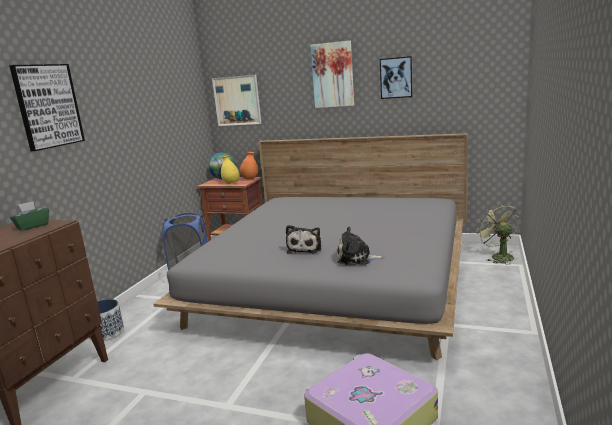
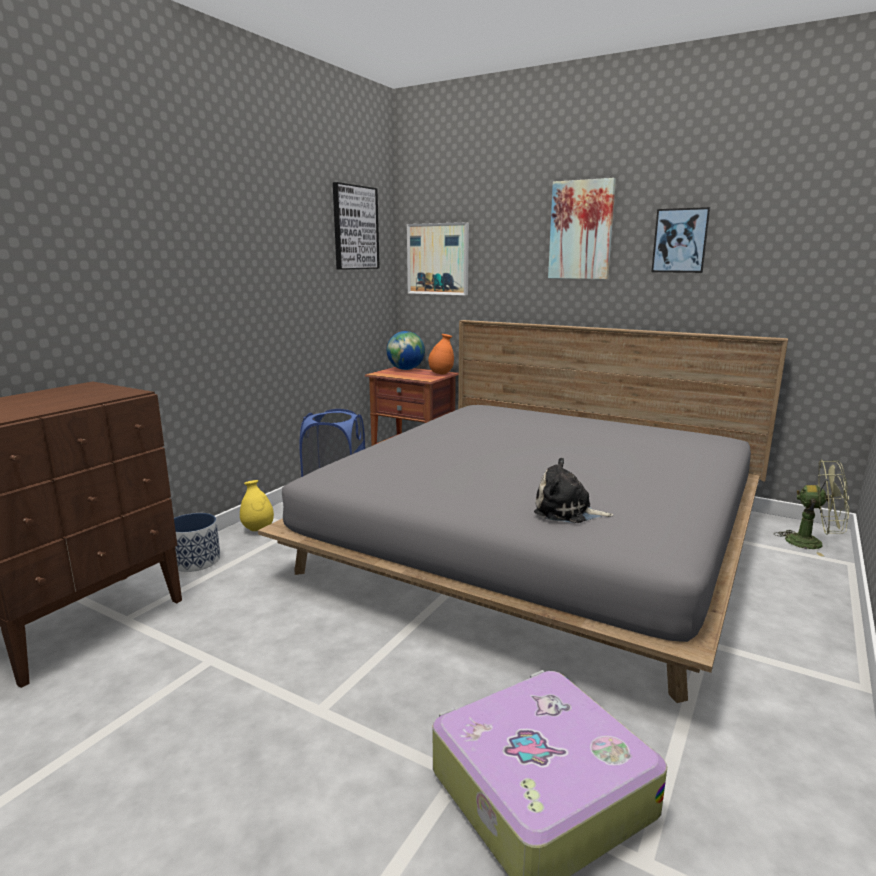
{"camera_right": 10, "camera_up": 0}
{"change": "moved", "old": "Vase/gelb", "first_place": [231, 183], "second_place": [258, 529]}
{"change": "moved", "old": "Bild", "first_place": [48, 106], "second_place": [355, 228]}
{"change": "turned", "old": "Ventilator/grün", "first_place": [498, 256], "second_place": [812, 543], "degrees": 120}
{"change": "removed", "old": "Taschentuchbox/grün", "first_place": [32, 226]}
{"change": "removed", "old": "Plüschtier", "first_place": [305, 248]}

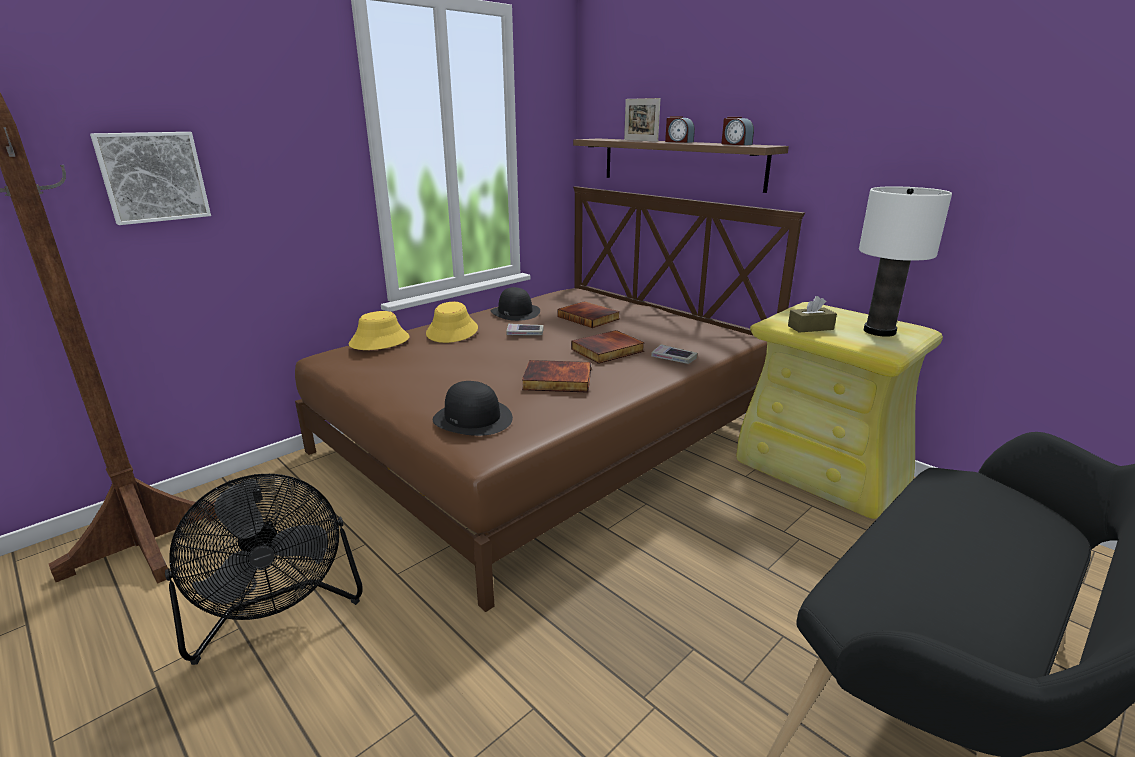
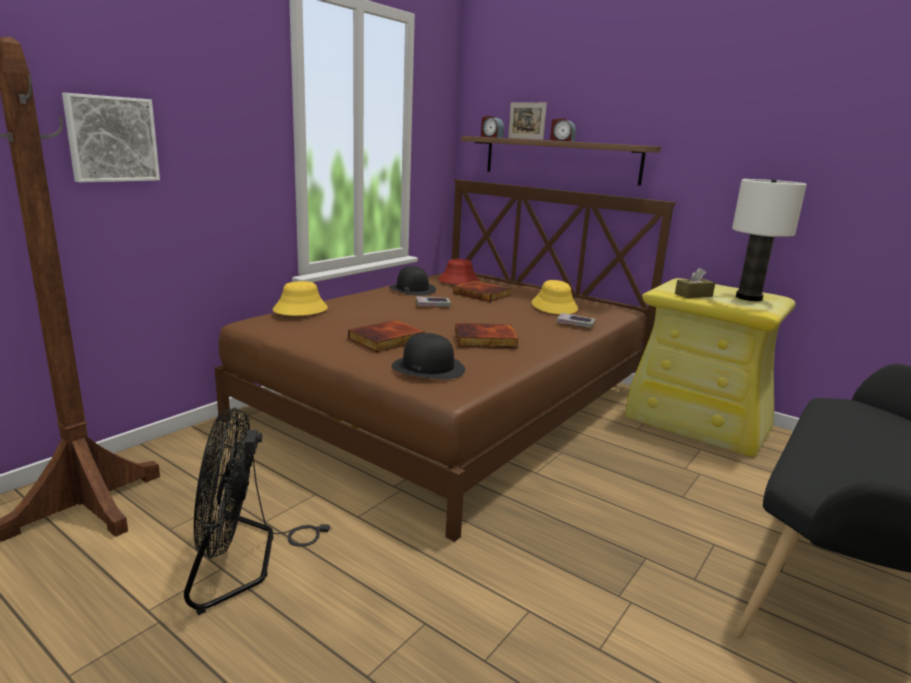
{"camera_right": -10, "camera_up": -5}
{"change": "turned", "old": "Ventilator/schwarz", "first_place": [270, 613], "second_place": [247, 554], "degrees": 120}
{"change": "moved", "old": "Buch", "first_place": [608, 351], "second_place": [387, 340]}
{"change": "added", "new": "Hut/rot", "second_place": [458, 280]}
{"change": "moved", "old": "Wecker", "first_place": [735, 144], "second_place": [491, 137]}
{"change": "moved", "old": "Hut/gelb", "first_place": [452, 331], "second_place": [554, 306]}

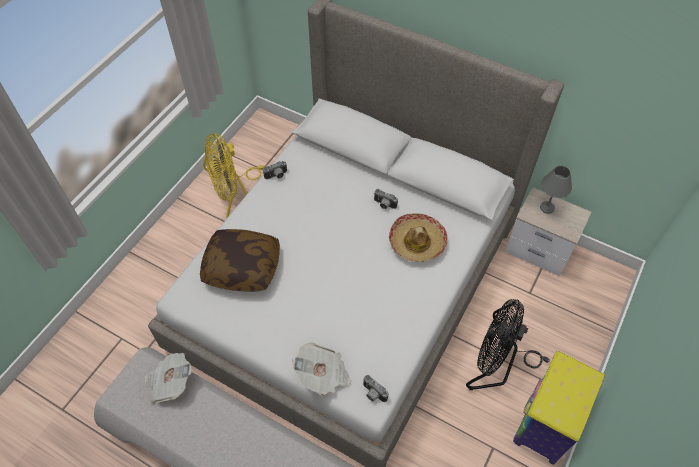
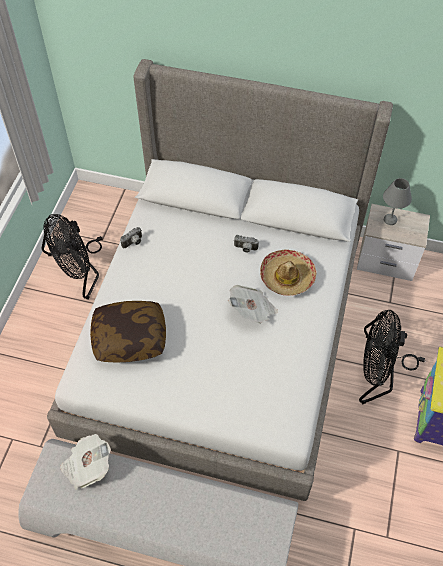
{"camera_right": -15, "camera_up": 0}
{"change": "recoloured", "old": "Ventilator/gelb", "new": "Ventilator/schwarz", "first_place": [233, 190], "second_place": [78, 267]}
{"change": "moved", "old": "Zeitung", "first_place": [323, 375], "second_place": [252, 311]}
{"change": "removed", "old": "Kamera", "first_place": [373, 394]}

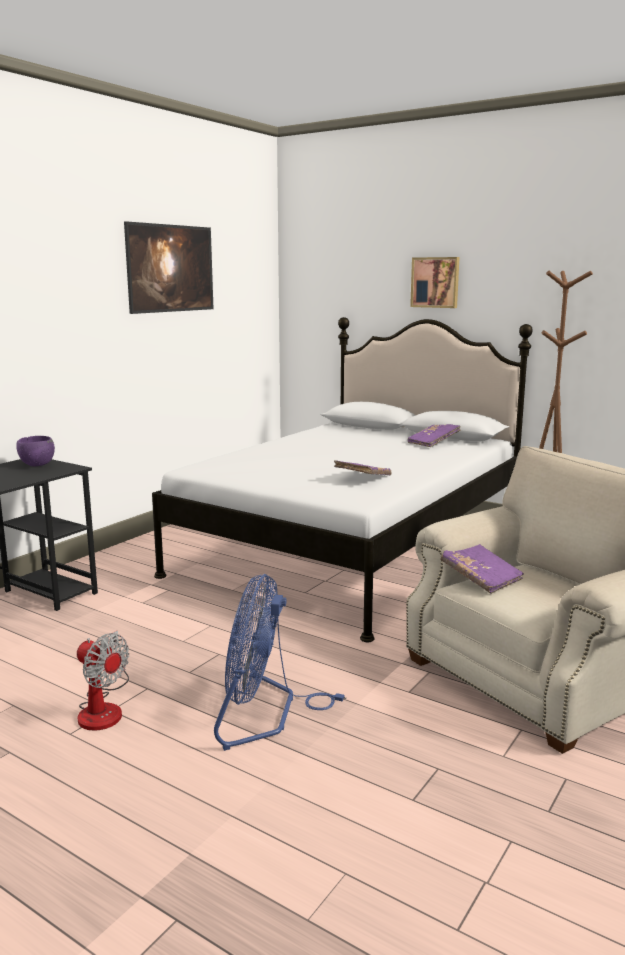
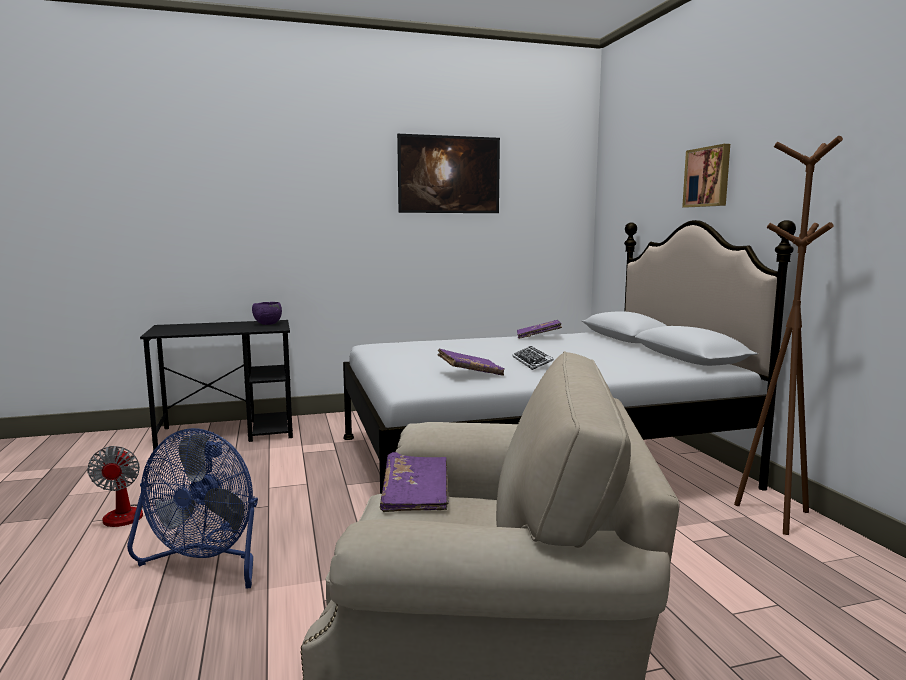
{"camera_right": 40, "camera_up": -5}
{"change": "turned", "old": "Ventilator/blau", "first_place": [268, 709], "second_place": [207, 561], "degrees": -120}
{"change": "added", "new": "Tastatur", "second_place": [532, 362]}
{"change": "moved", "old": "Buch/lila", "first_place": [433, 443], "second_place": [538, 337]}

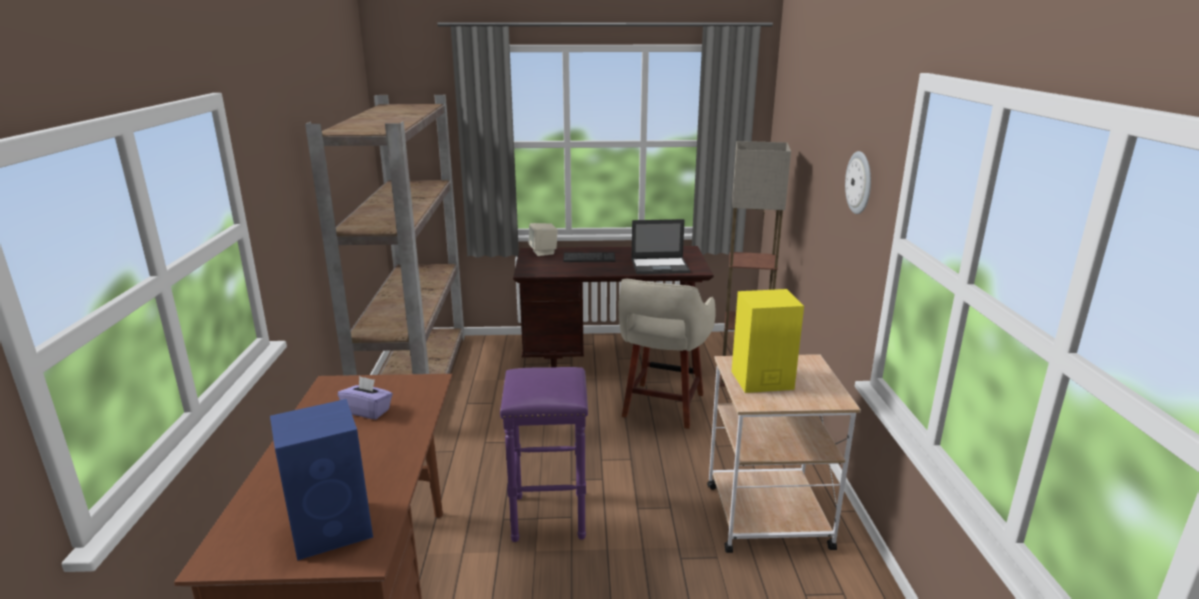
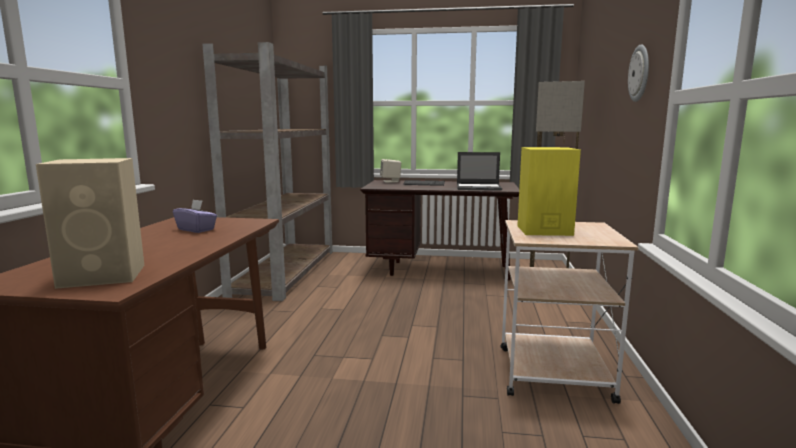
{"camera_right": 10, "camera_up": -10}
{"change": "recoloured", "old": "Lautsprecher/blau", "new": "Lautsprecher/beige", "first_place": [333, 528], "second_place": [105, 276]}
{"change": "removed", "old": "Hocker/lila", "first_place": [550, 517]}
{"change": "removed", "old": "Hocker/beige", "first_place": [662, 407]}

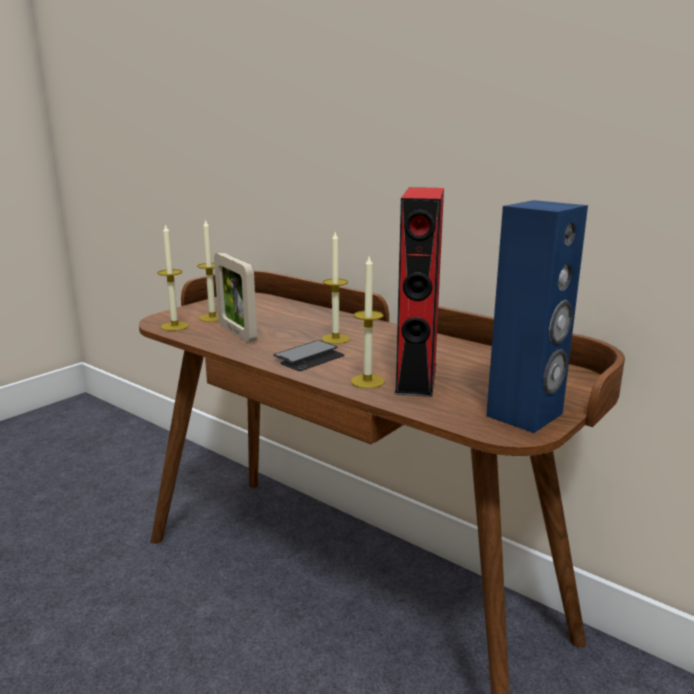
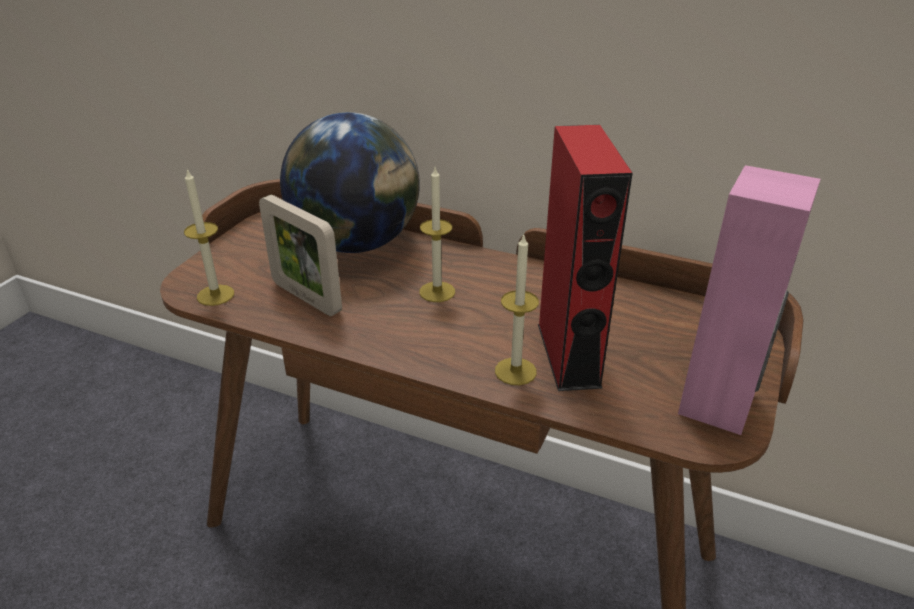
{"camera_right": -15, "camera_up": 15}
{"change": "added", "new": "Globus", "second_place": [356, 244]}
{"change": "recoloured", "old": "Lautsprecher/blau", "new": "Lautsprecher/rosa", "first_place": [525, 415], "second_place": [718, 404]}
{"change": "removed", "old": "Kerze", "first_place": [212, 317]}
{"change": "removed", "old": "Handy", "first_place": [309, 358]}

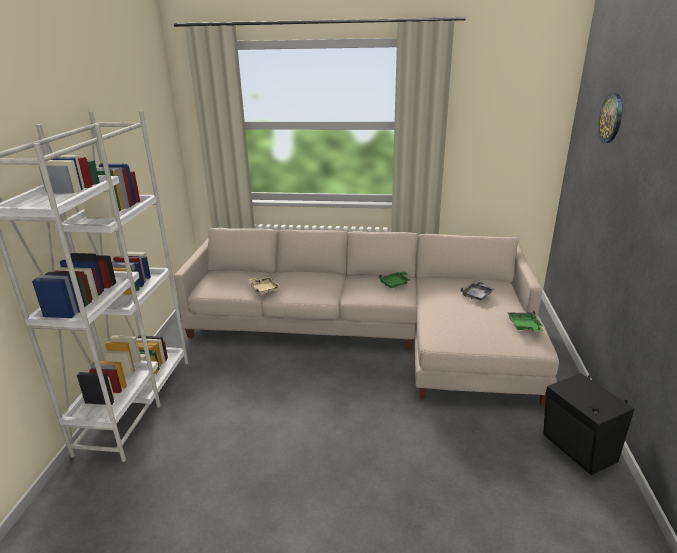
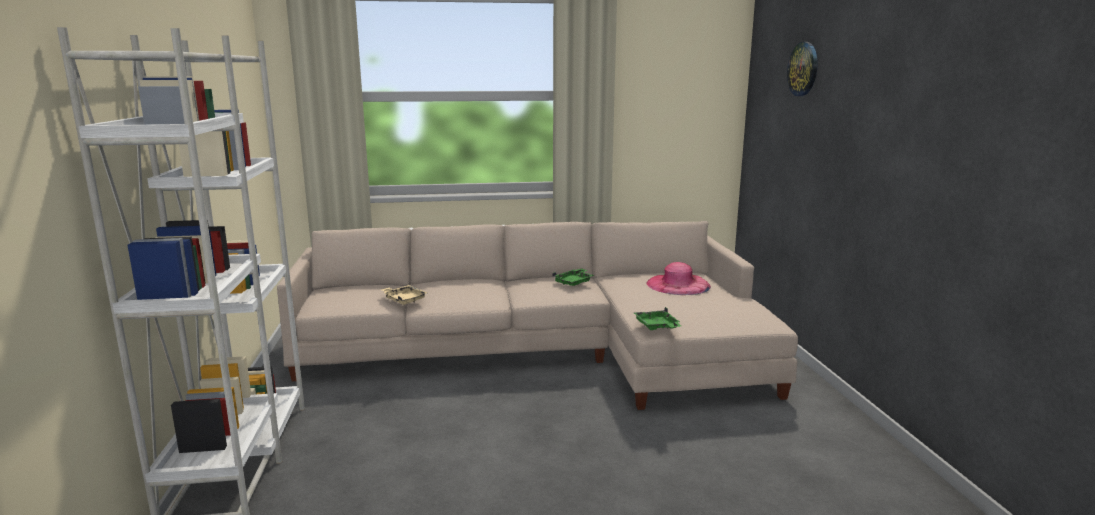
{"camera_right": -15, "camera_up": -10}
{"change": "moved", "old": "Tablett/grün", "first_place": [524, 326], "second_place": [657, 326]}
{"change": "replaced", "old": "Tablett/grau", "new": "Hut/rosa", "first_place": [477, 295], "second_place": [678, 284]}
{"change": "removed", "old": "Lautsprecher/schwarz", "first_place": [577, 450]}

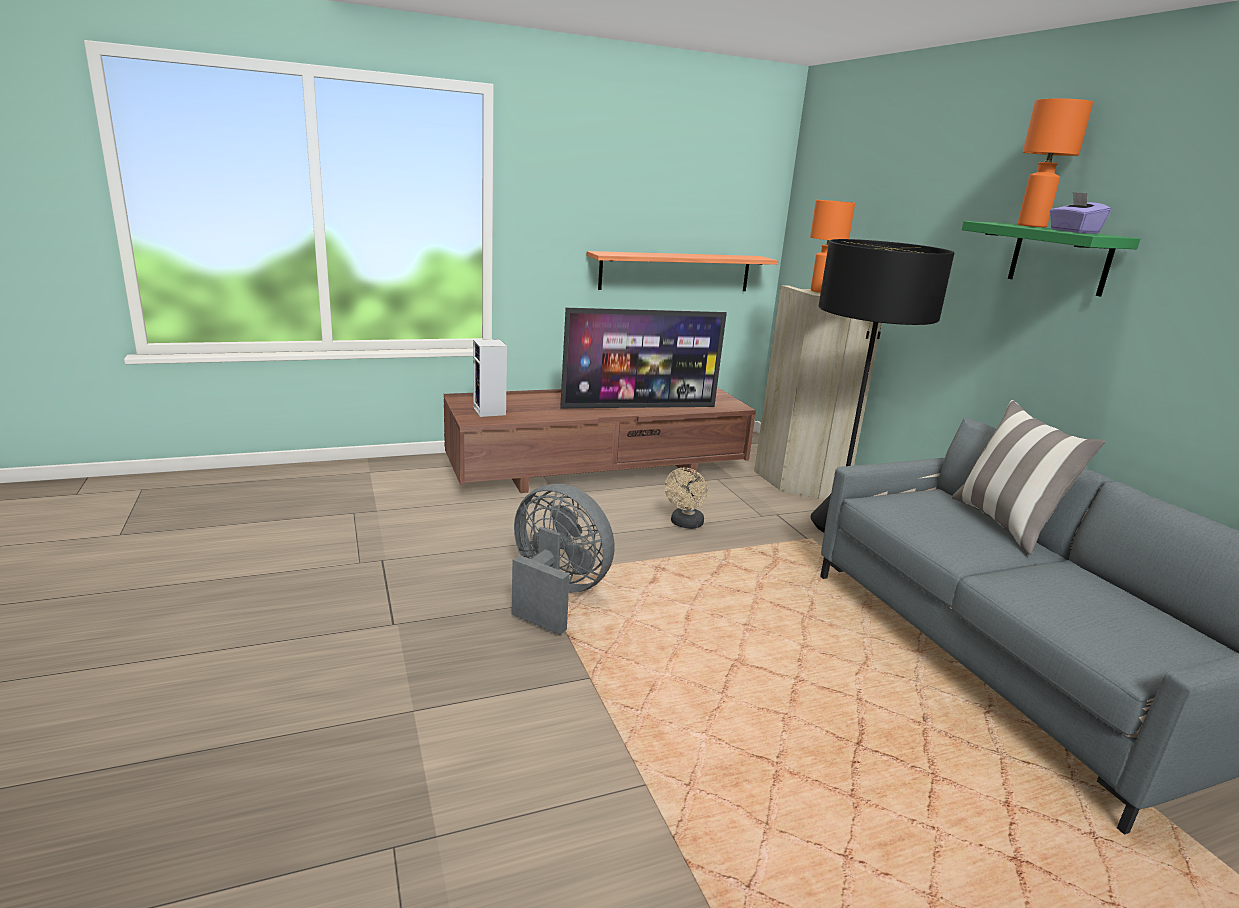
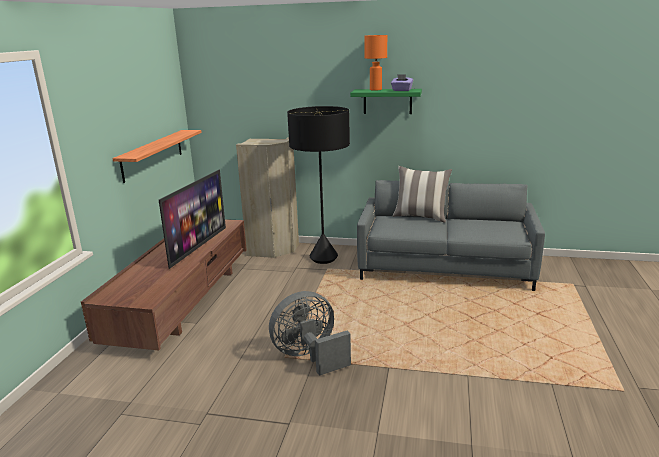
{"camera_right": -55, "camera_up": 0}
{"change": "removed", "old": "Lautsprecher", "first_place": [490, 412]}
{"change": "removed", "old": "Ventilator/beige", "first_place": [685, 524]}
{"change": "removed", "old": "Tischlampe/orange", "first_place": [820, 291]}

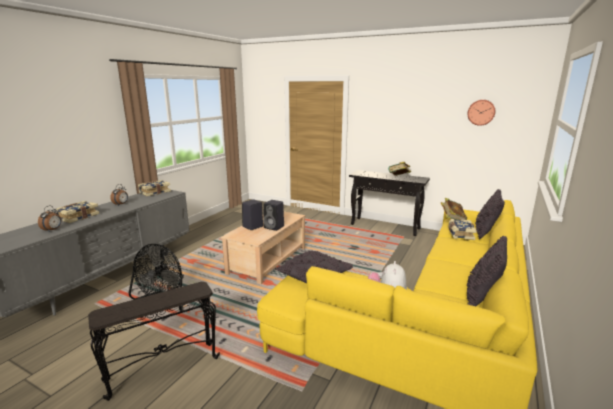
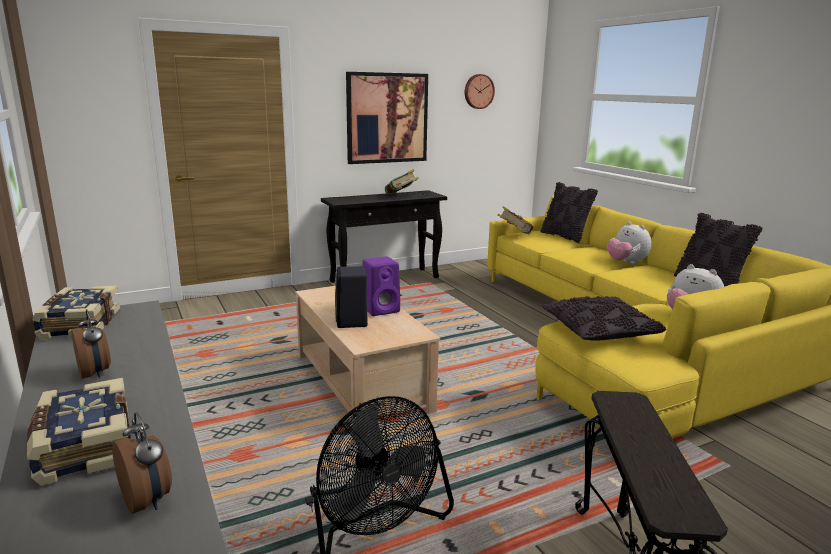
{"camera_right": -55, "camera_up": 0}
{"change": "added", "new": "Bild", "second_place": [387, 118]}
{"change": "recoloured", "old": "Lautsprecher/schwarz", "new": "Lautsprecher/lila", "first_place": [274, 227], "second_place": [382, 309]}
{"change": "added", "new": "Plüschtier", "second_place": [626, 263]}
{"change": "removed", "old": "Buch", "first_place": [460, 234]}

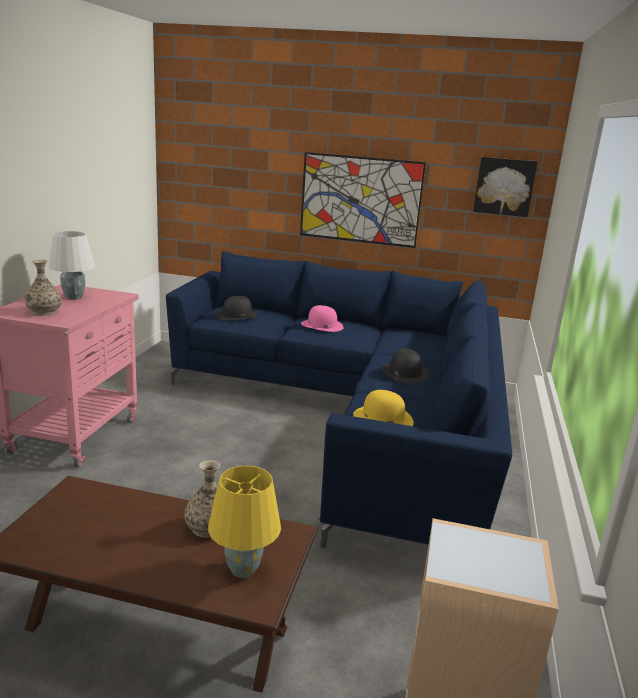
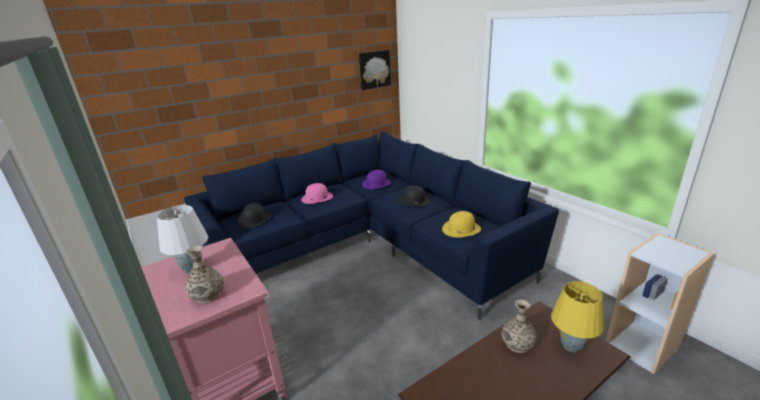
{"camera_right": -45, "camera_up": 5}
{"change": "added", "new": "Hut/lila", "second_place": [376, 183]}
{"change": "removed", "old": "Bild", "first_place": [360, 200]}

